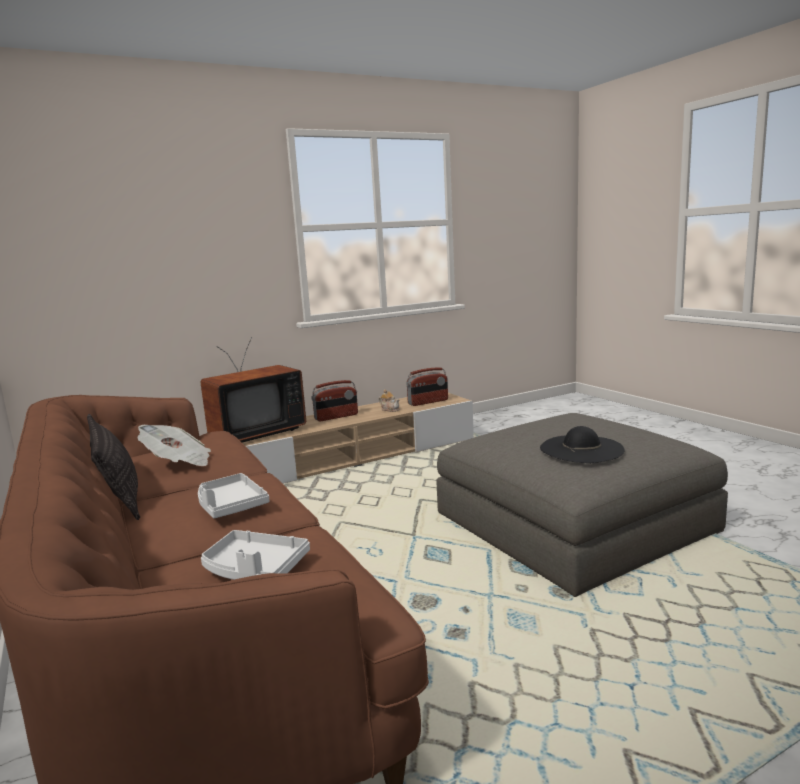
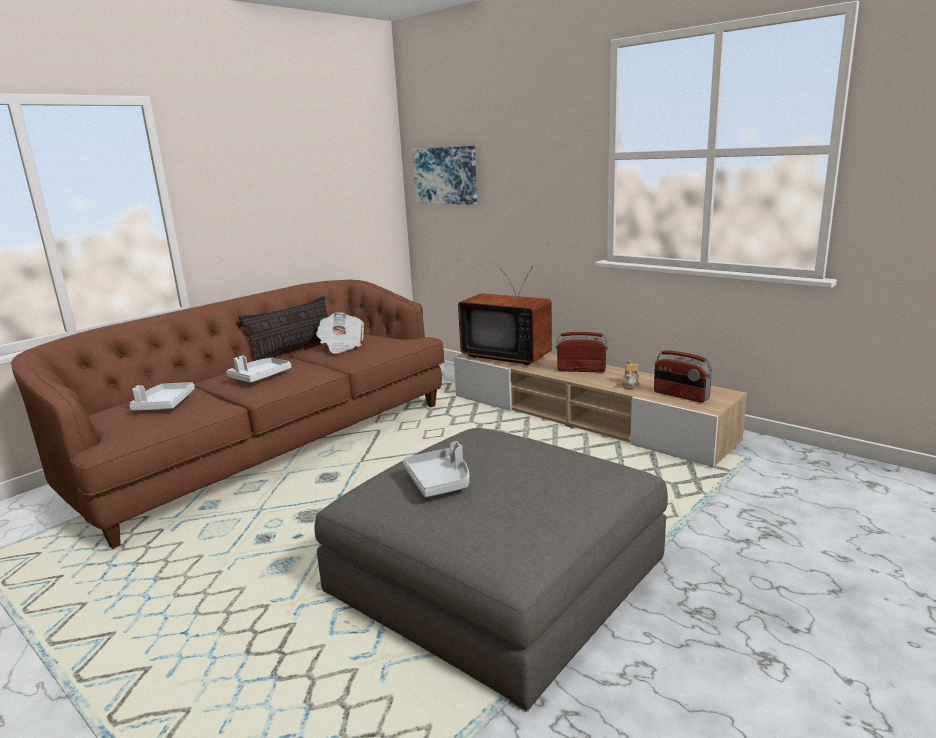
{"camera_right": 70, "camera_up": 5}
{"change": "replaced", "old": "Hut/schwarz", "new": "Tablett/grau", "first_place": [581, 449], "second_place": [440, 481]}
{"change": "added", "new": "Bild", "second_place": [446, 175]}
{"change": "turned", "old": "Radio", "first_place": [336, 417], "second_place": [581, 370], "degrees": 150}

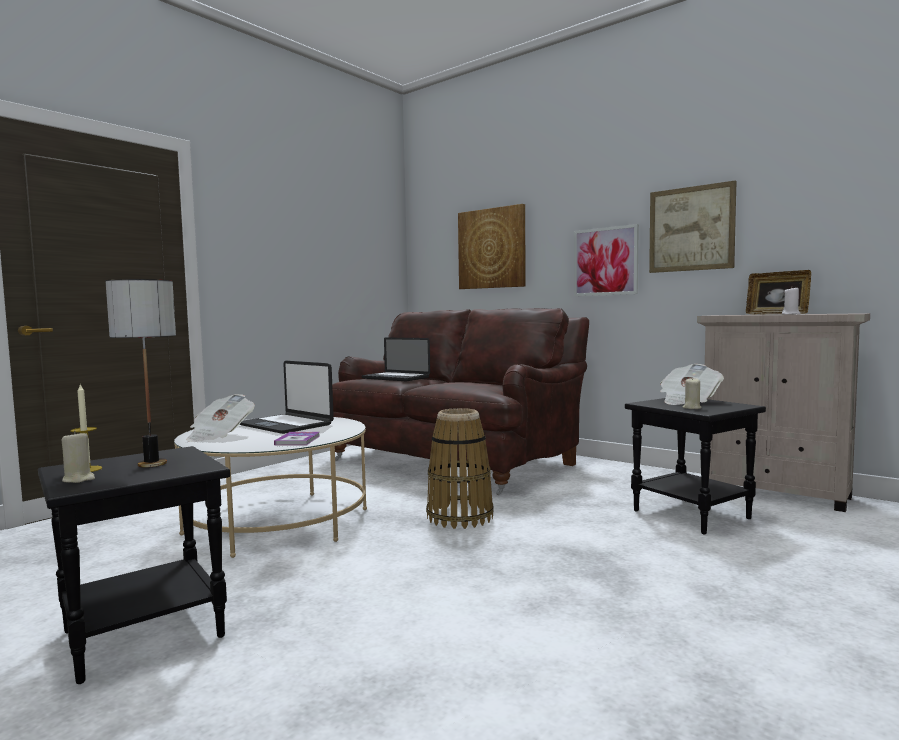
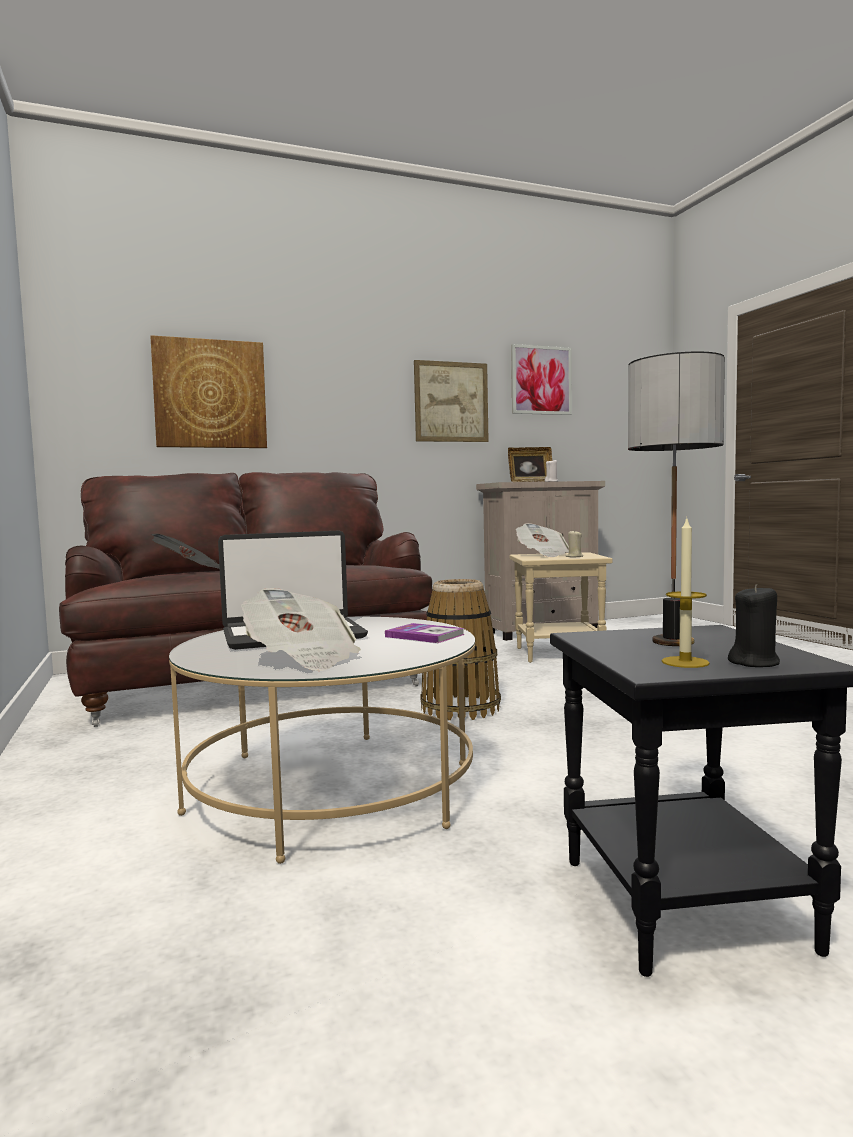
{"camera_right": -60, "camera_up": 0}
{"change": "replaced", "old": "Laptop", "new": "Zeitung", "first_place": [395, 378], "second_place": [191, 571]}
{"change": "recoloured", "old": "Beistelltisch/schwarz", "new": "Beistelltisch/beige", "first_place": [693, 514], "second_place": [559, 653]}
{"change": "moved", "old": "Bild", "first_place": [605, 261], "second_place": [541, 380]}
{"change": "recoloured", "old": "Kerze/beige", "new": "Kerze/schwarz", "first_place": [78, 479], "second_place": [754, 663]}

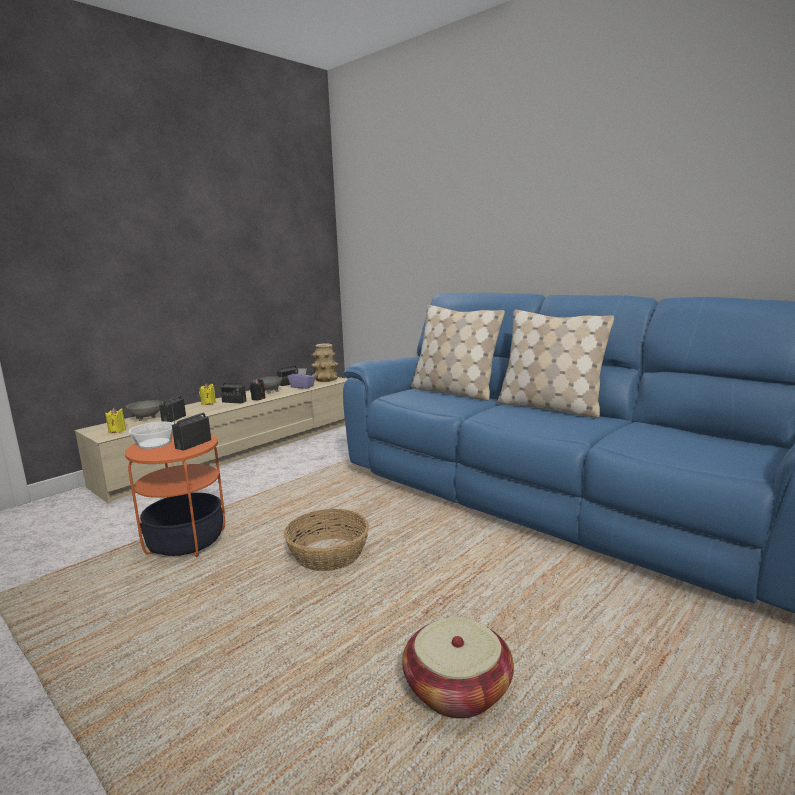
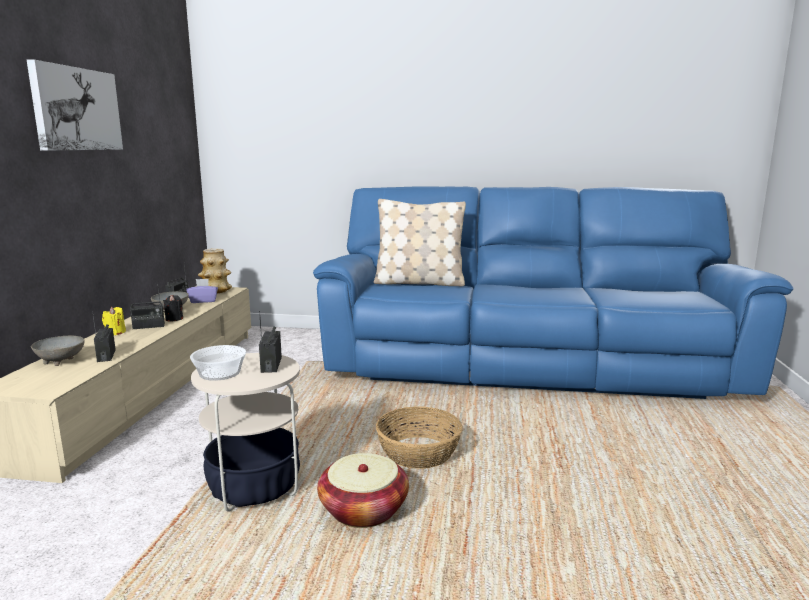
{"camera_right": -35, "camera_up": 0}
{"change": "added", "new": "Bild", "second_place": [76, 109]}
{"change": "recoloured", "old": "Beistelltisch/orange", "new": "Beistelltisch/beige", "first_place": [186, 543], "second_place": [255, 489]}
{"change": "moved", "old": "Korb", "first_place": [457, 689], "second_place": [363, 510]}
{"change": "removed", "old": "Kerze/gelb", "first_place": [117, 431]}
{"change": "removed", "old": "Kissen/beige", "first_place": [550, 407]}

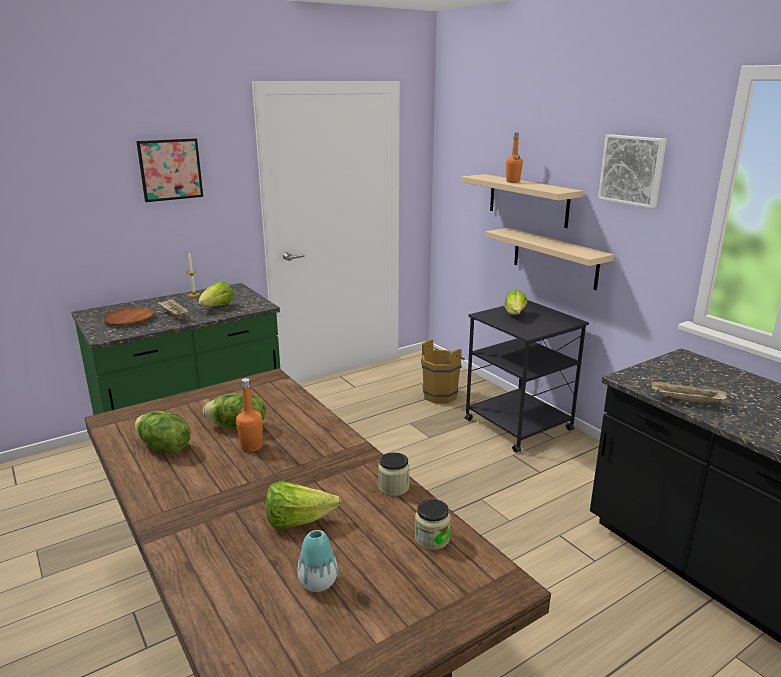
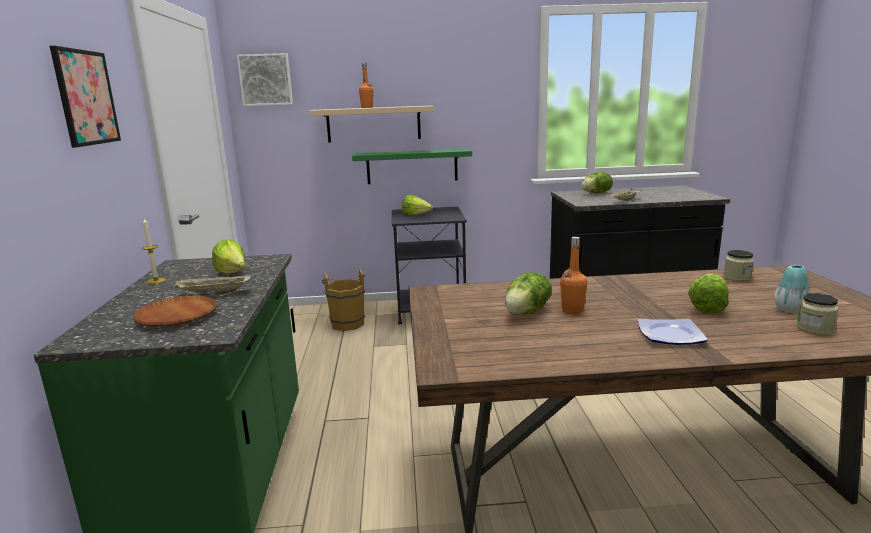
{"camera_right": -60, "camera_up": -5}
{"change": "moved", "old": "Bild", "first_place": [633, 170], "second_place": [266, 80]}
{"change": "recoloured", "old": "Wandregal/beige", "new": "Wandregal/grün", "first_place": [555, 258], "second_place": [412, 166]}
{"change": "moved", "old": "Salatkopf", "first_place": [164, 448], "second_place": [596, 193]}
{"change": "added", "new": "Teller", "second_place": [671, 335]}
{"change": "moved", "old": "Vorratsglas", "first_place": [393, 487], "second_place": [814, 329]}

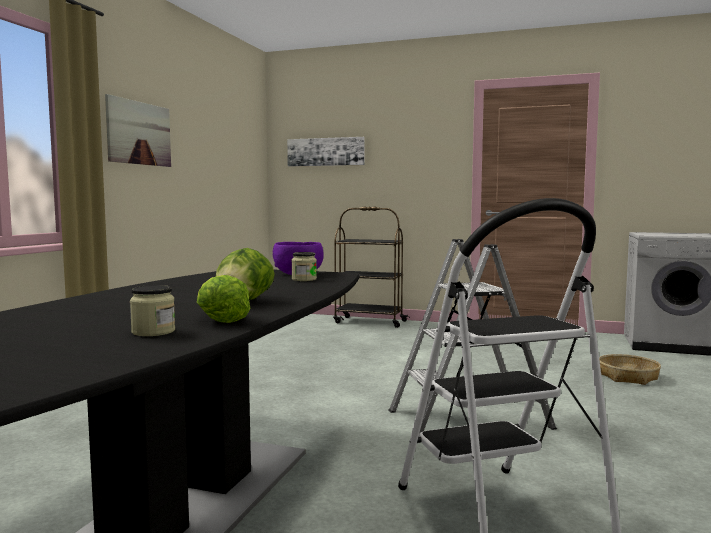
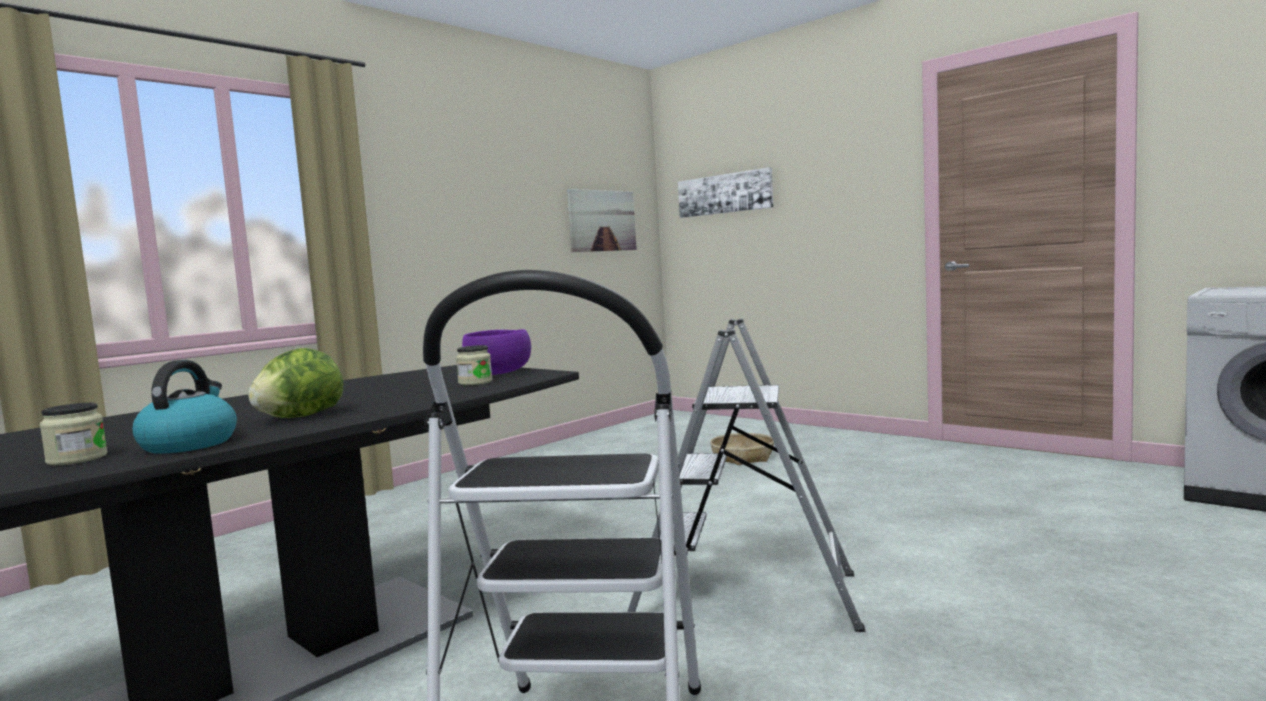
{"camera_right": 25, "camera_up": 0}
{"change": "replaced", "old": "Salatkopf", "new": "Wasserkessel", "first_place": [220, 319], "second_place": [189, 444]}
{"change": "moved", "old": "Bild", "first_place": [139, 133], "second_place": [602, 221]}
{"change": "moved", "old": "Korb", "first_place": [628, 376], "second_place": [743, 457]}
{"change": "removed", "old": "Rollwagen/schwarz", "first_place": [369, 322]}

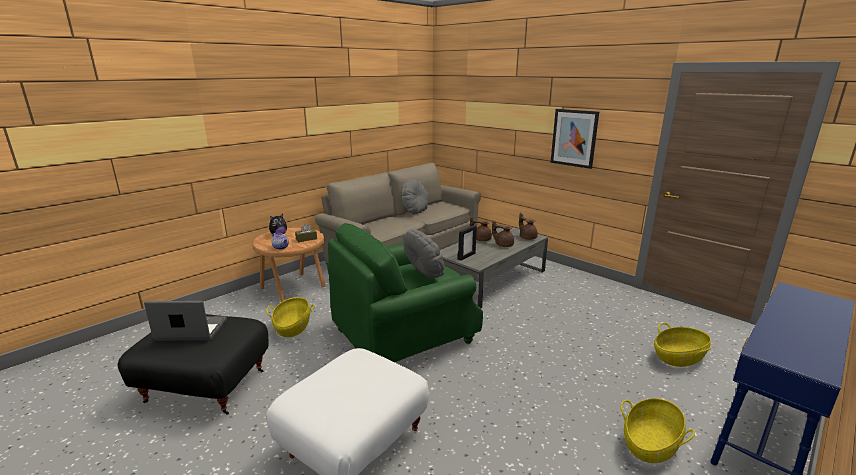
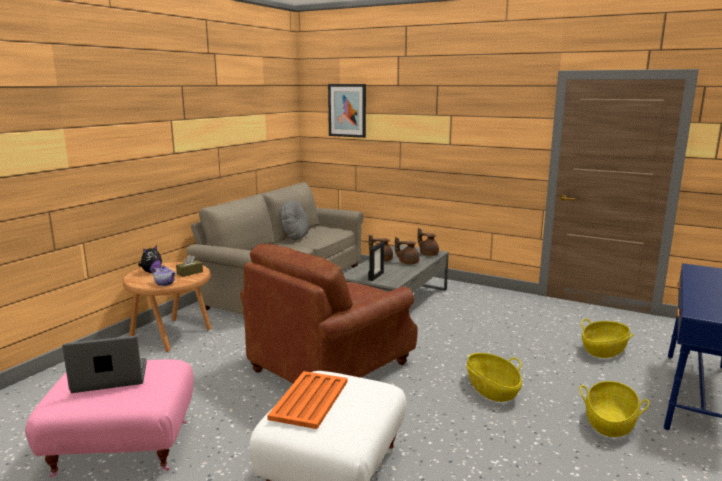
{"camera_right": -15, "camera_up": -5}
{"change": "recoloured", "old": "Polsterhocker/schwarz", "new": "Polsterhocker/rosa", "first_place": [205, 388], "second_place": [122, 450]}
{"change": "recoloured", "old": "Sessel/grün", "new": "Sessel/braun", "first_place": [404, 336], "second_place": [331, 367]}
{"change": "added", "new": "Tablett/orange", "second_place": [309, 400]}
{"change": "moved", "old": "Bild", "first_place": [574, 138], "second_place": [347, 110]}
{"change": "moved", "old": "Korb", "first_place": [292, 327], "second_place": [492, 390]}
{"change": "removed", "old": "Kissen/grau", "first_place": [423, 276]}

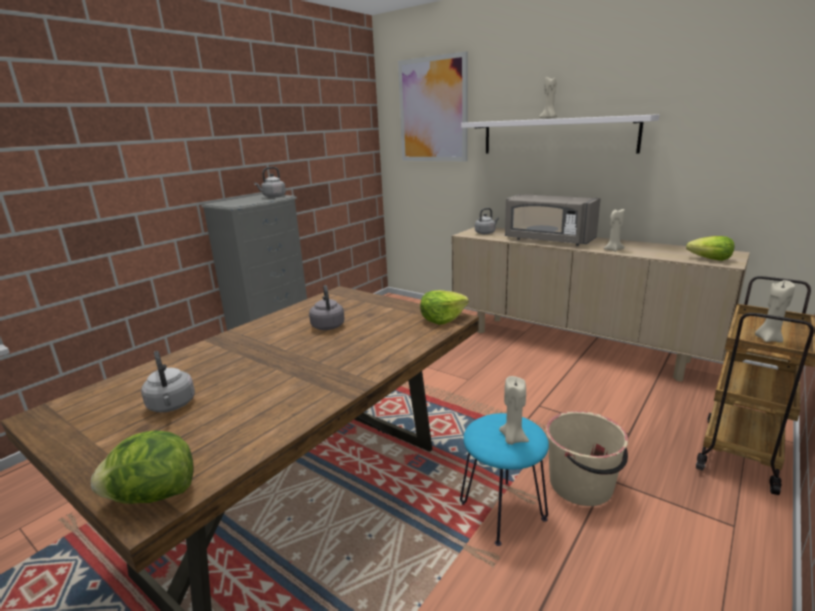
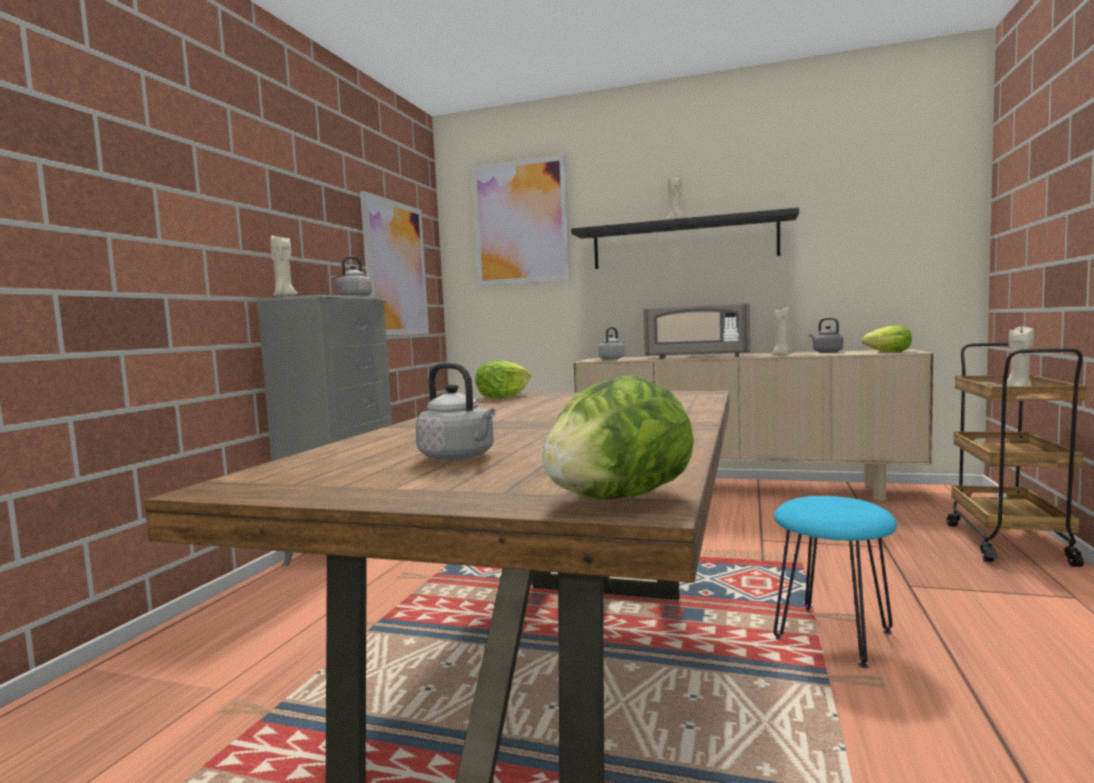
{"camera_right": -20, "camera_up": -15}
{"change": "moved", "old": "Kerze/beige", "first_place": [512, 439], "second_place": [284, 297]}
{"change": "added", "new": "Bild", "second_place": [395, 268]}
{"change": "moved", "old": "Salatkopf", "first_place": [442, 319], "second_place": [503, 397]}
{"change": "recoloured", "old": "Wandregal/weiß", "new": "Wandregal/schwarz", "first_place": [557, 136], "second_place": [683, 243]}
{"change": "moved", "old": "Wasserkessel/grau", "first_place": [328, 325], "second_place": [826, 352]}
{"change": "removed", "old": "Eimer/beige", "first_place": [582, 485]}

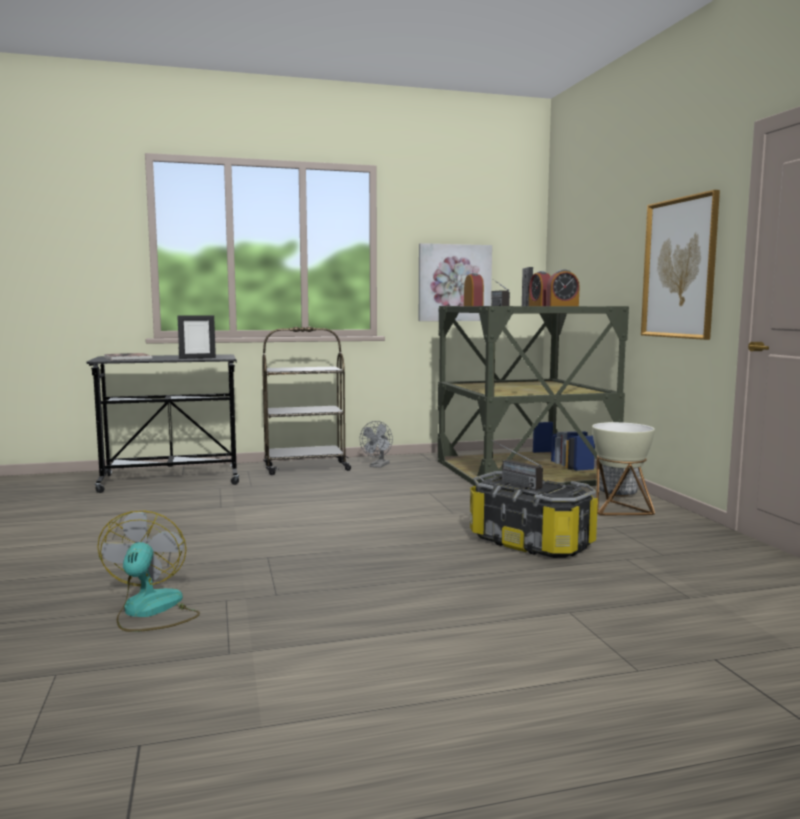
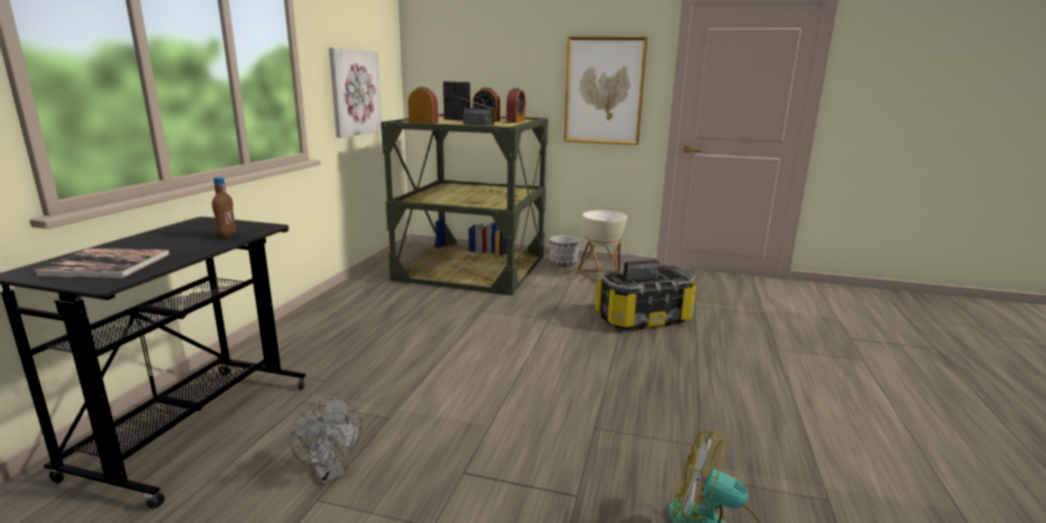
{"camera_right": -60, "camera_up": 10}
{"change": "replaced", "old": "Bilderrahmen", "new": "Flasche/braun", "first_place": [197, 358], "second_place": [227, 235]}
{"change": "moved", "old": "Ventilator/grau", "first_place": [378, 466], "second_place": [330, 473]}
{"change": "removed", "old": "Rollwagen/schwarz", "first_place": [305, 468]}

